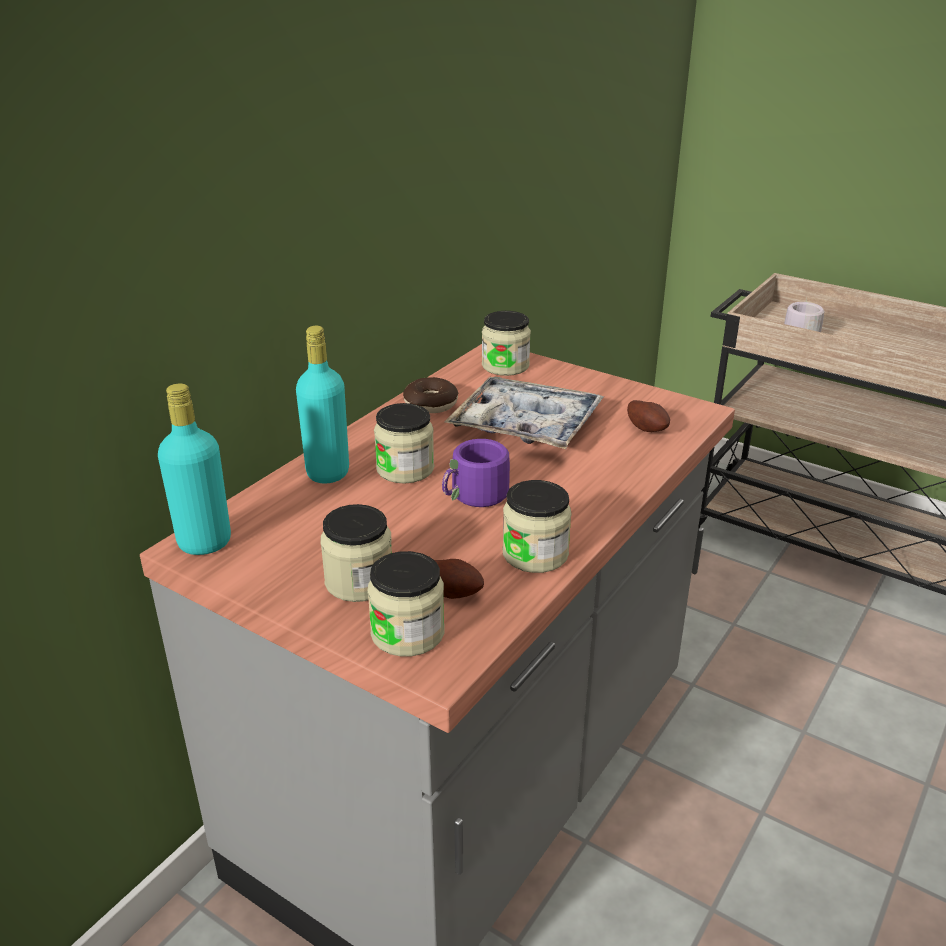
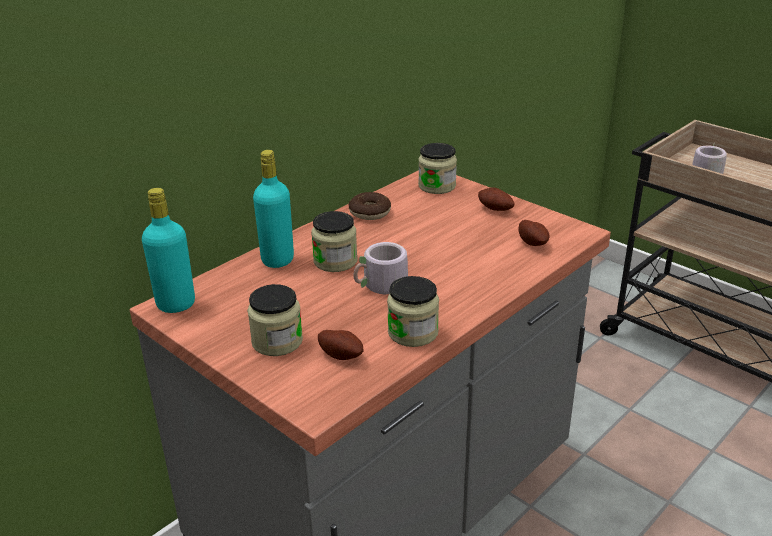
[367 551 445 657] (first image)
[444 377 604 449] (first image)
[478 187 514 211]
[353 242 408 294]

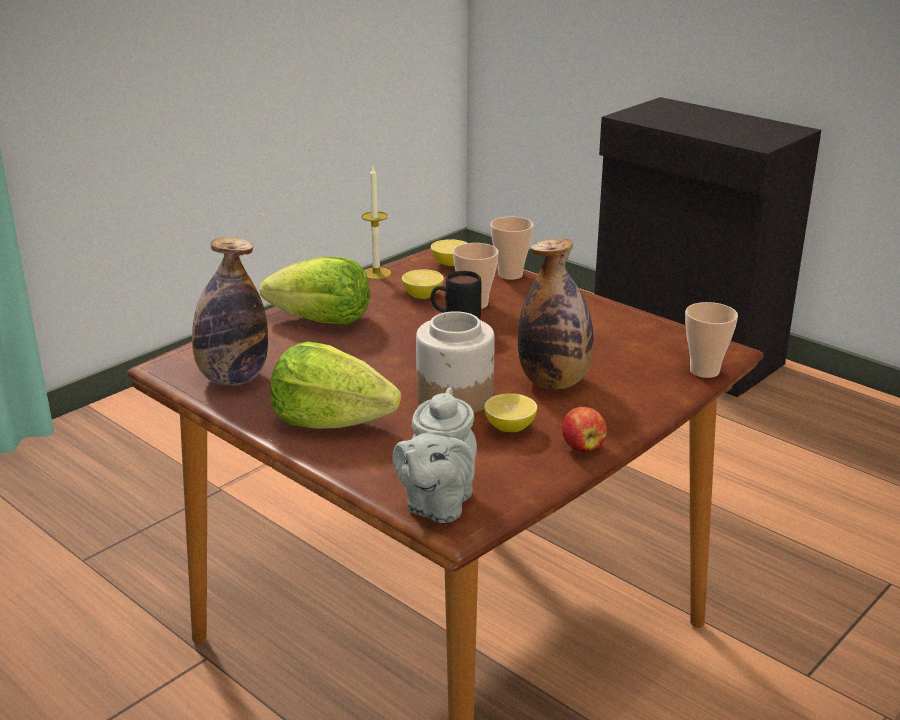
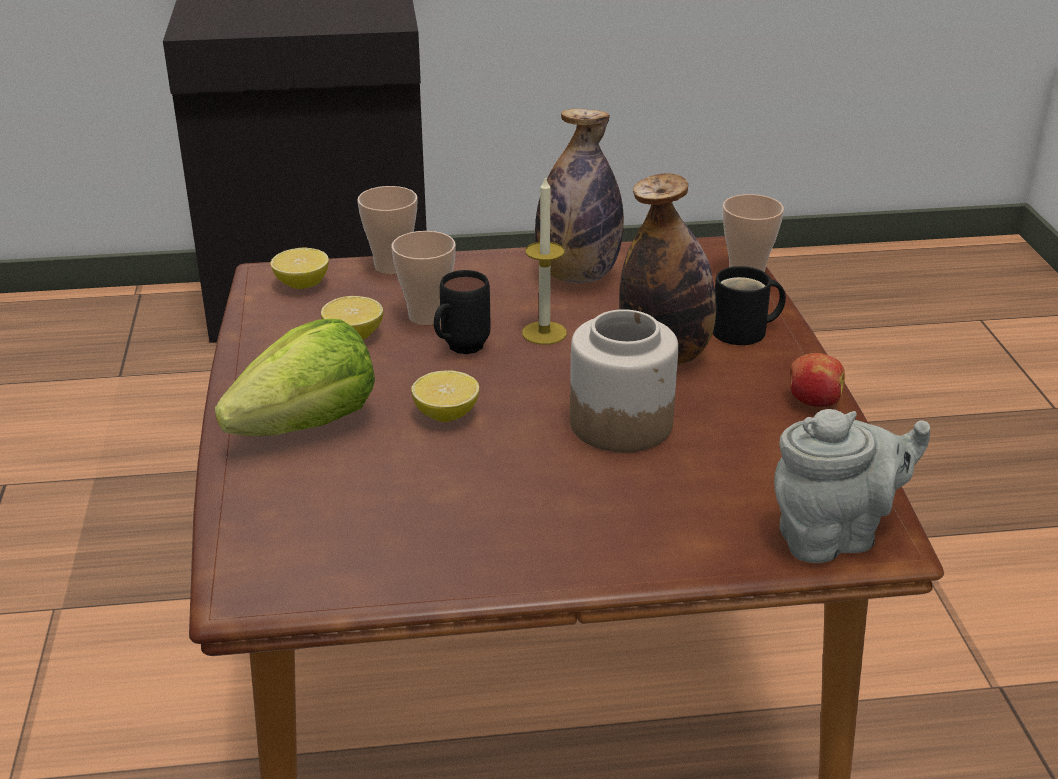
[270 342 401 429] (first image)
[713 266 786 345]
[535 109 624 283]
[522 175 567 345]
[411 370 479 422]
[774 409 930 563]

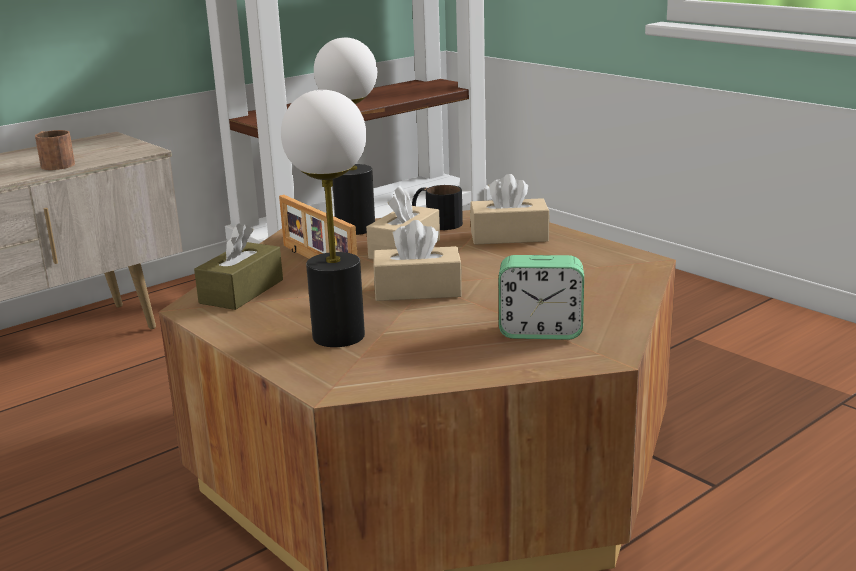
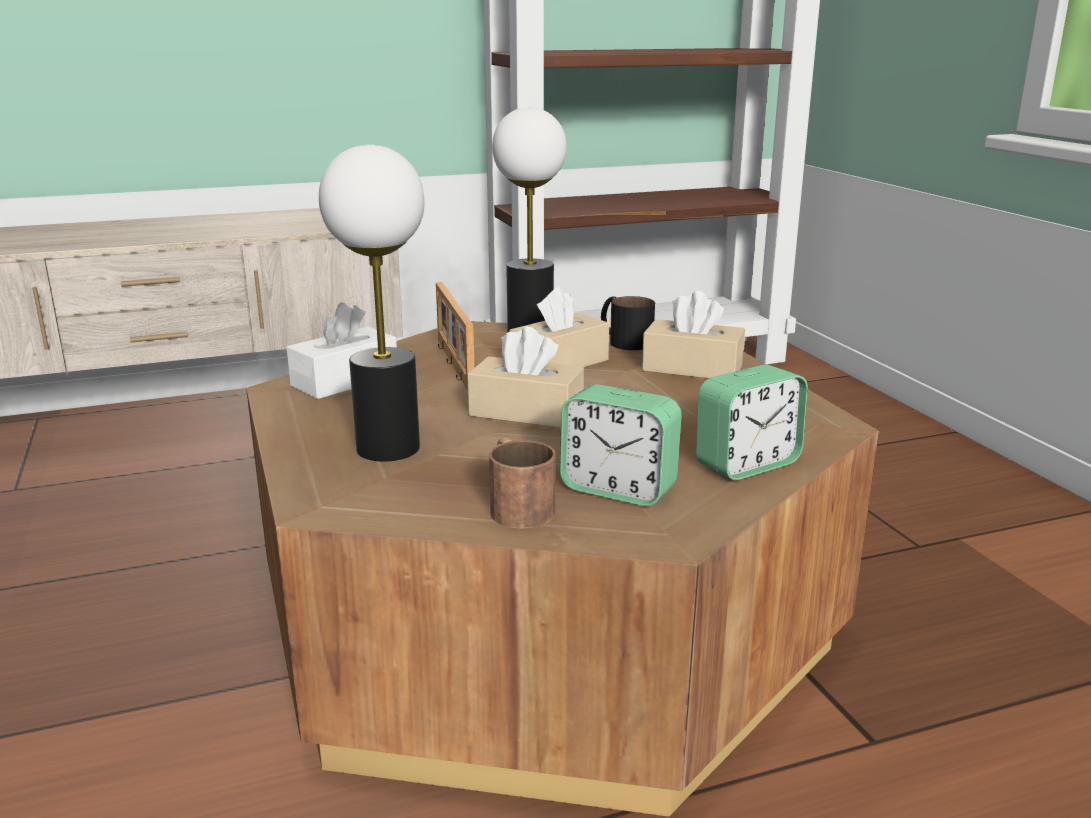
[696 364 808 480]
[489 438 556 529]
[287 302 397 399]

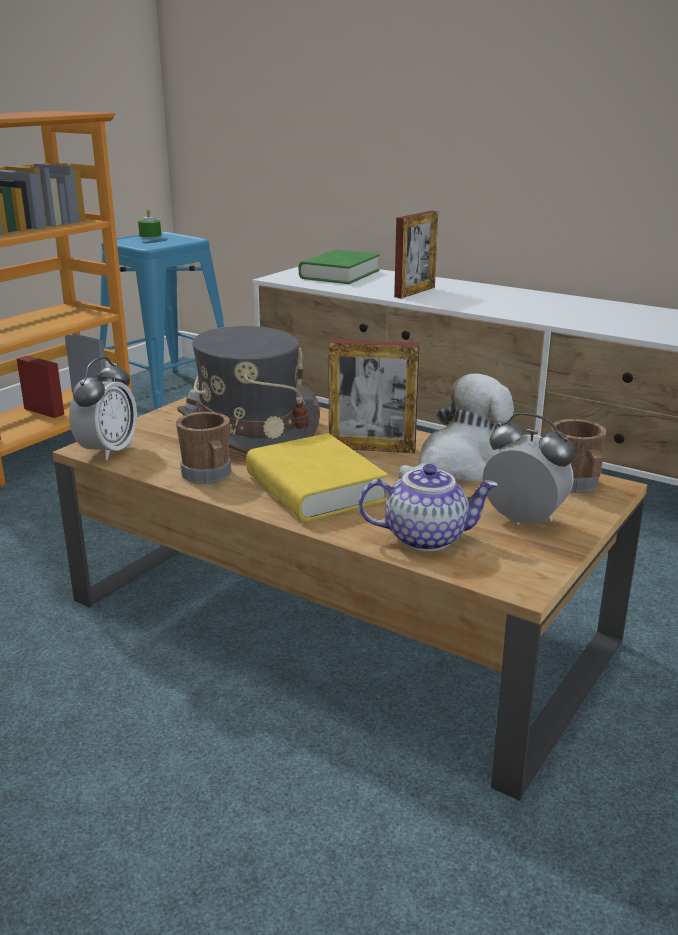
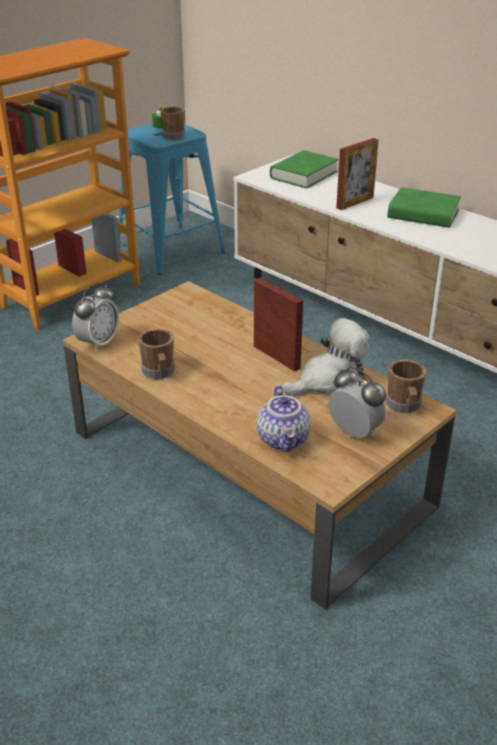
[177 326 320 454] (first image)
[246 433 388 522] (first image)
[161 107 185 140]
[387 187 461 228]
[254 278 303 372]
[257 385 311 452]

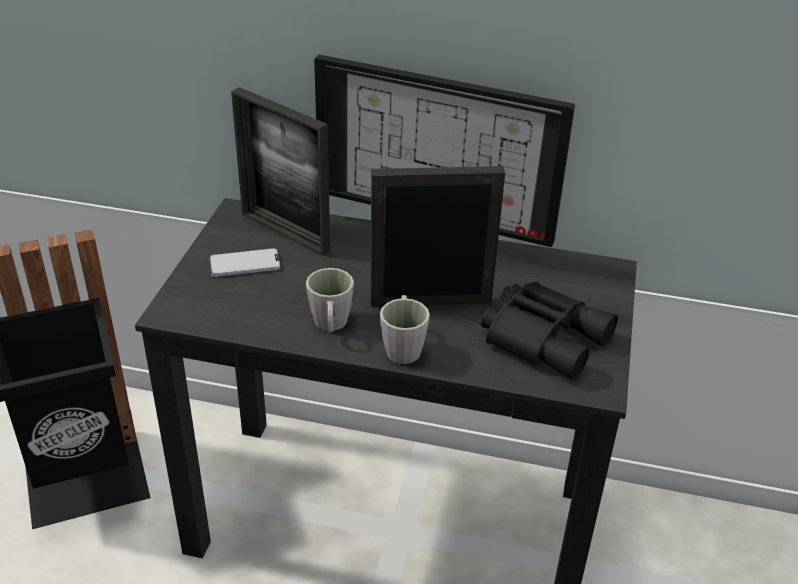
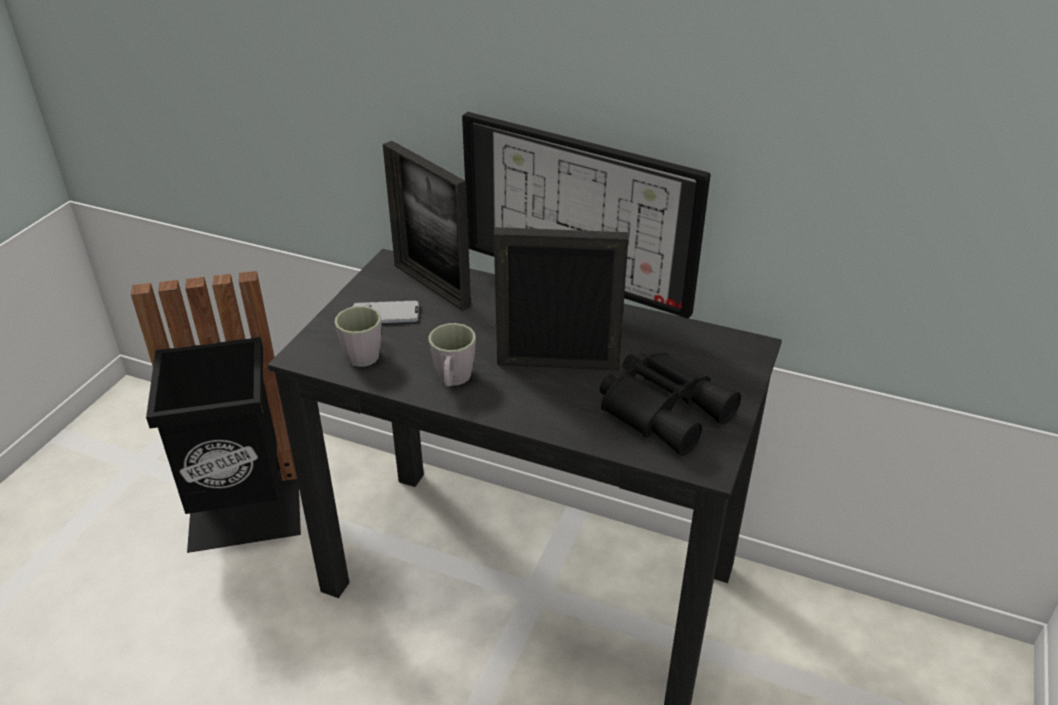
[334 304 382 367]

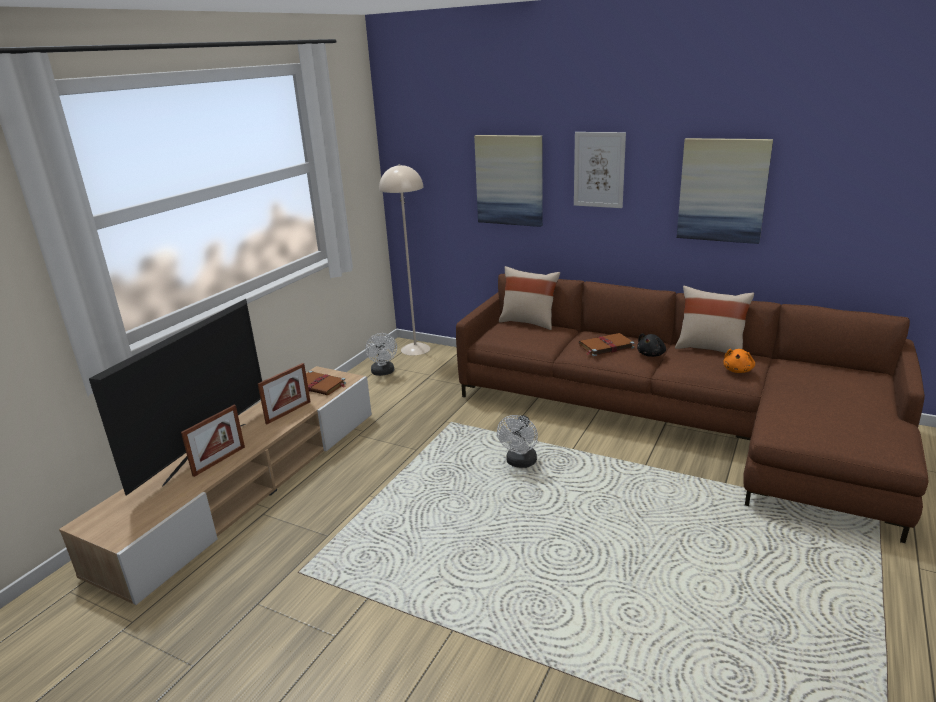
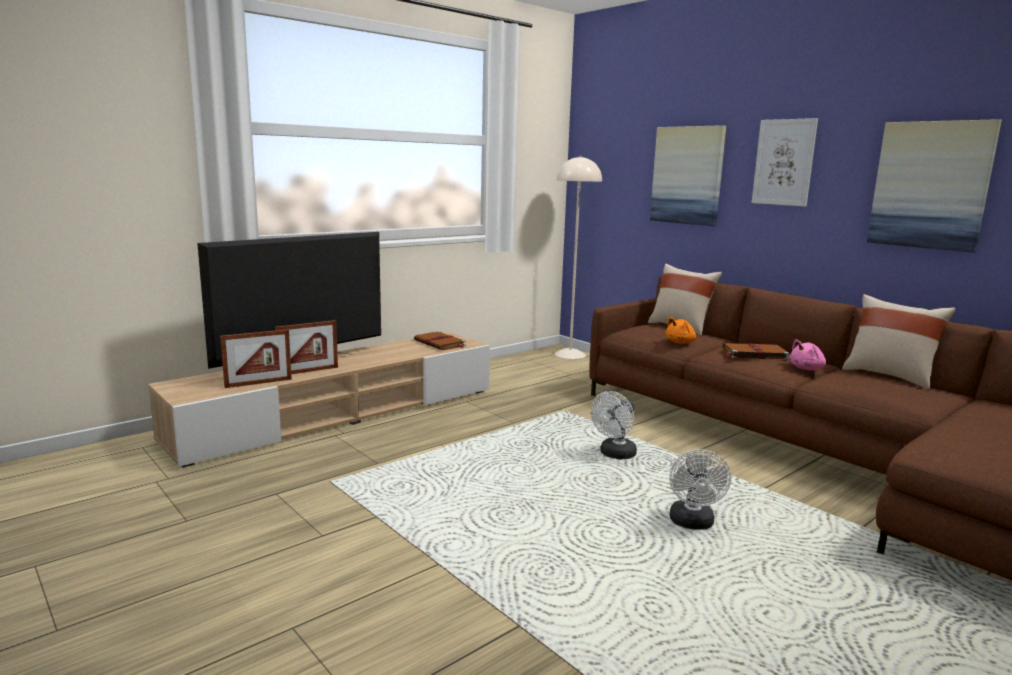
[220 329 292 388]
[669 449 731 530]
[665 317 696 344]
[789 339 826 370]

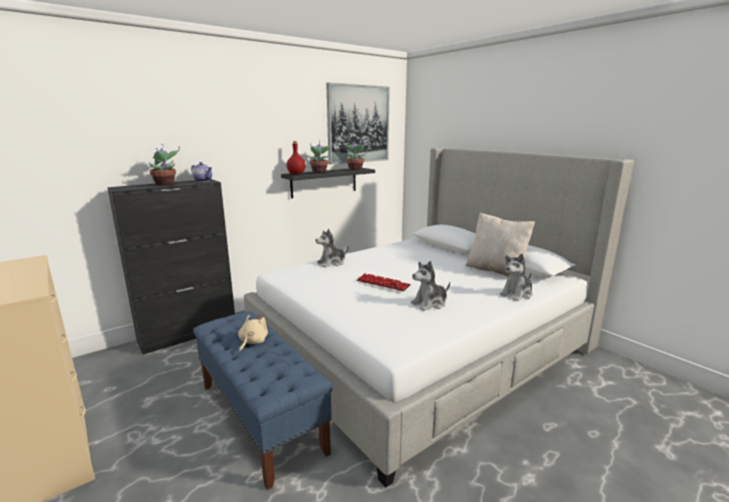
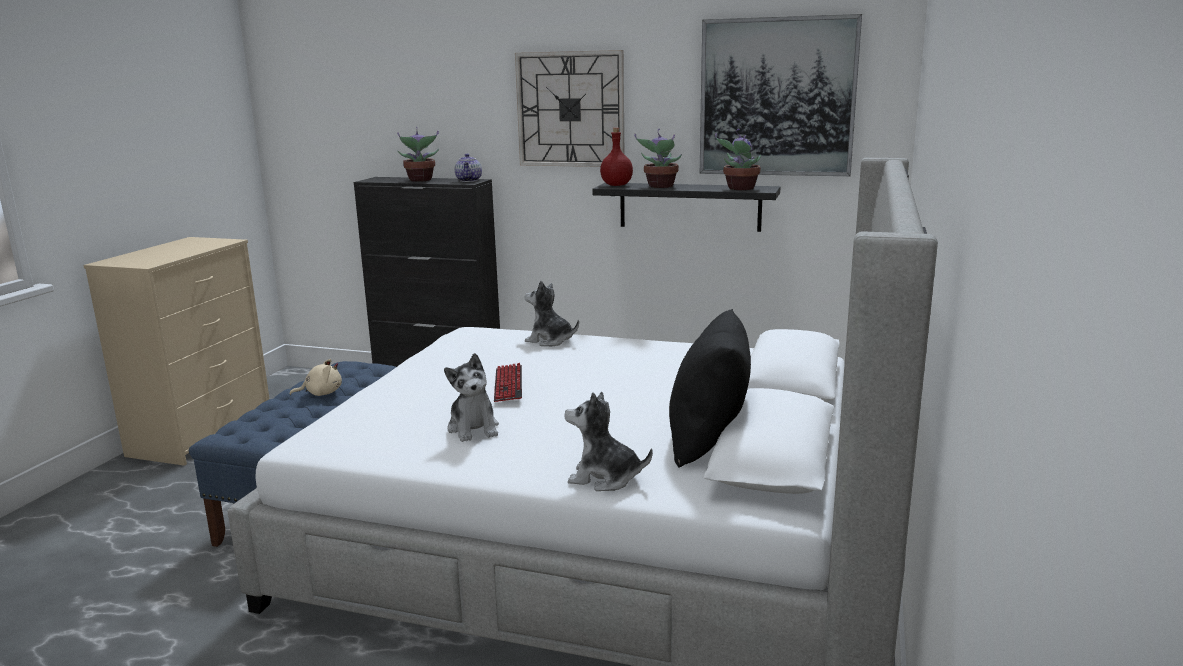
[515 50 624 167]
[669 309 751 467]
[444 353 499 442]

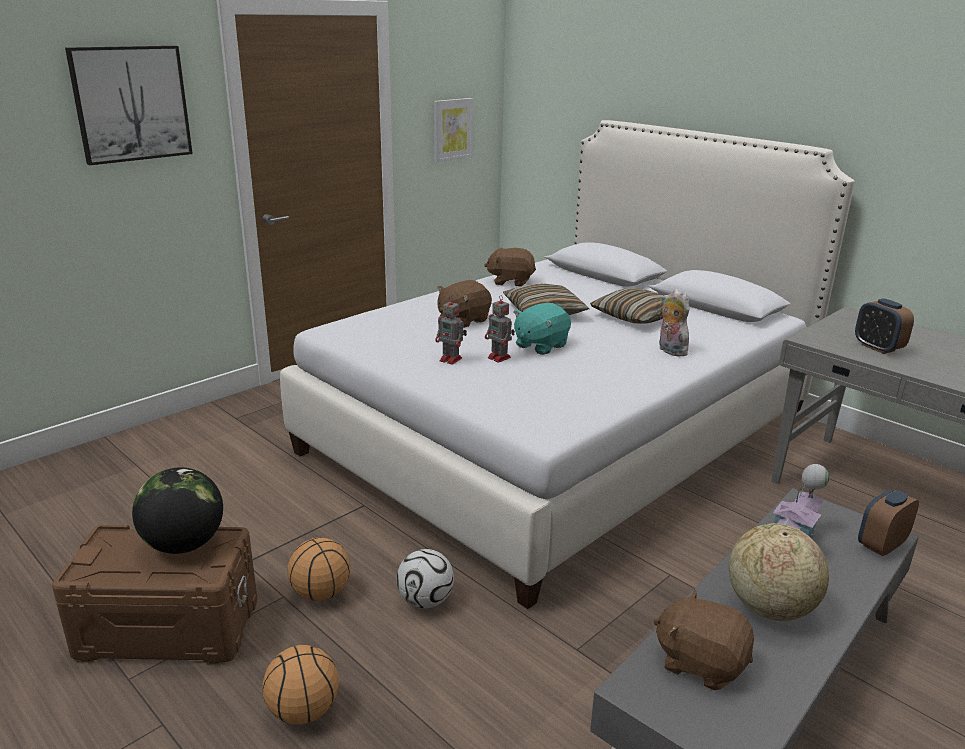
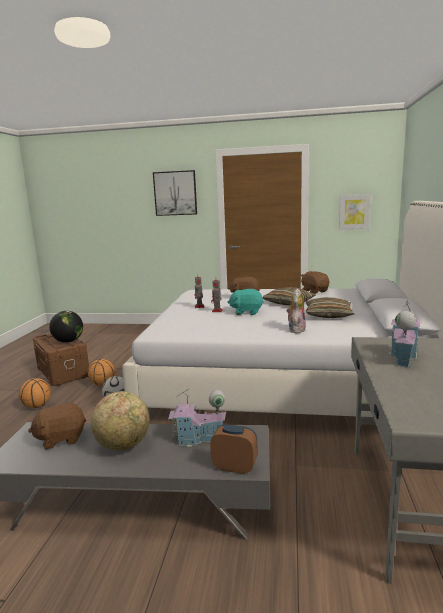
[389 301 420 368]
[28 402 86 450]

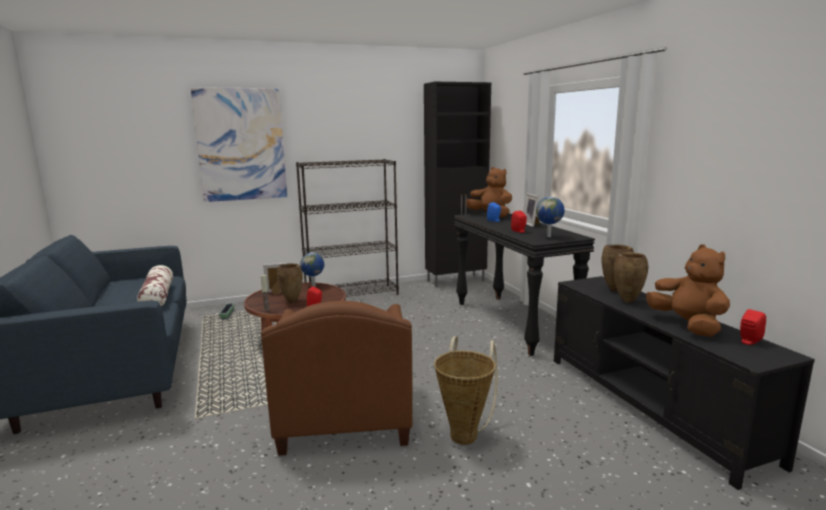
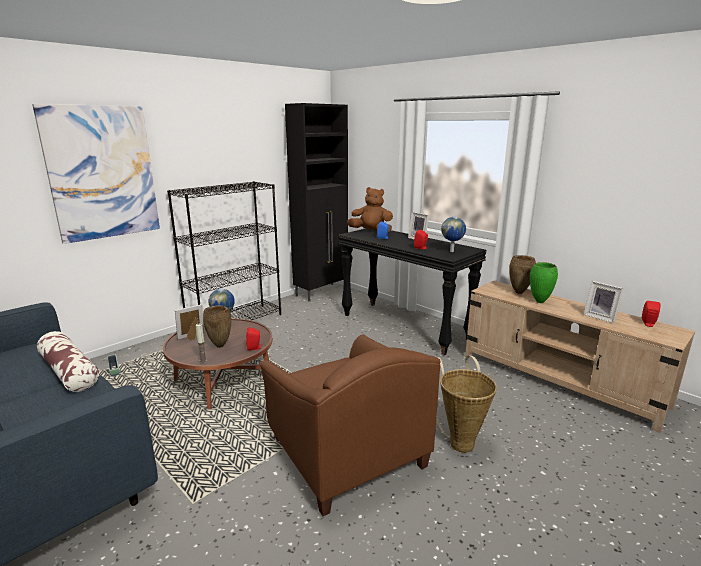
[583 281 623 323]
[465 281 695 433]
[530 262 558 303]

